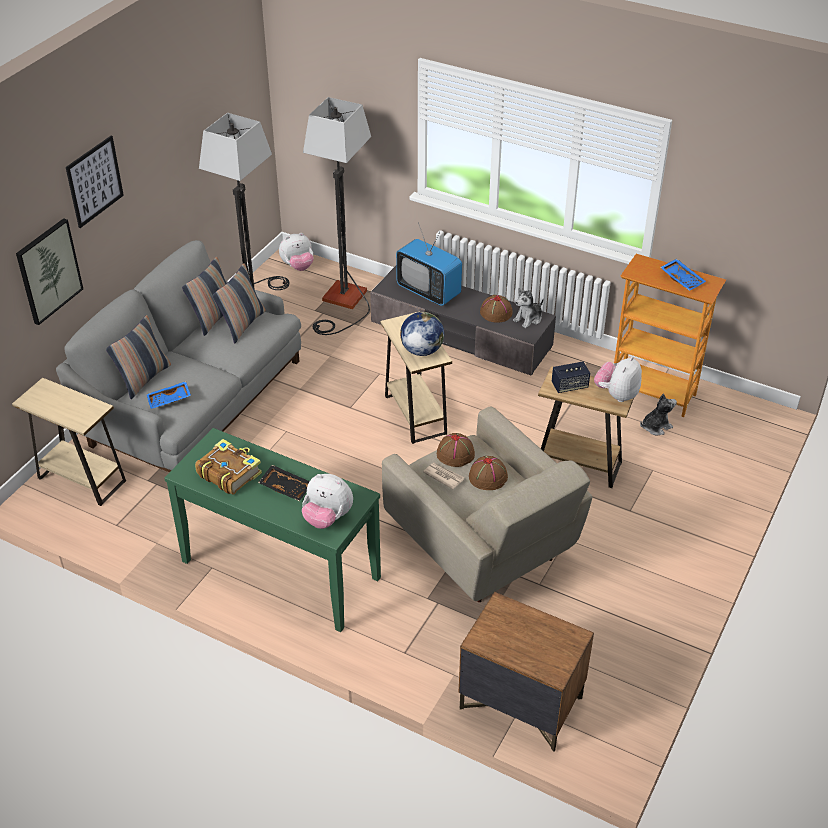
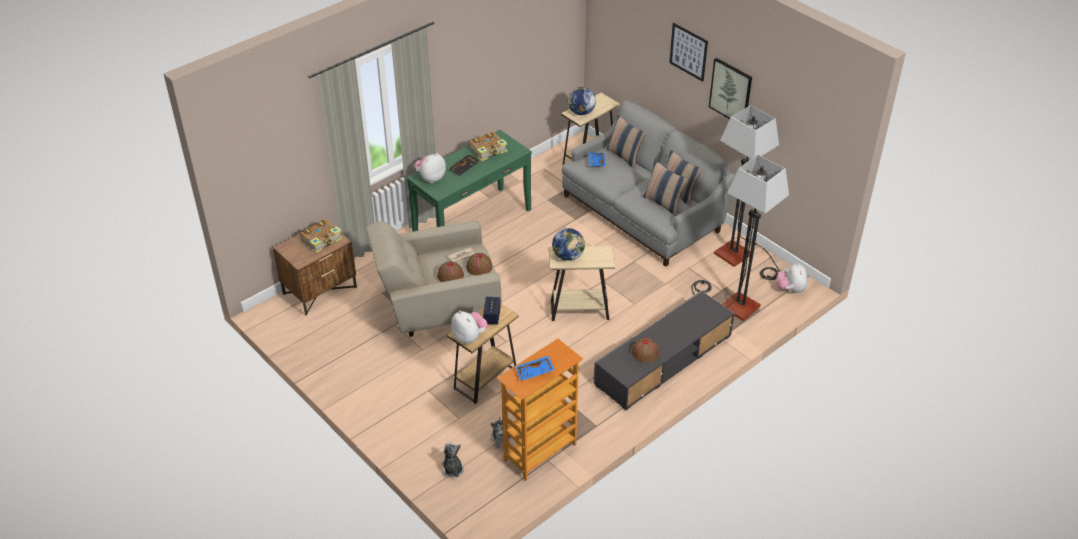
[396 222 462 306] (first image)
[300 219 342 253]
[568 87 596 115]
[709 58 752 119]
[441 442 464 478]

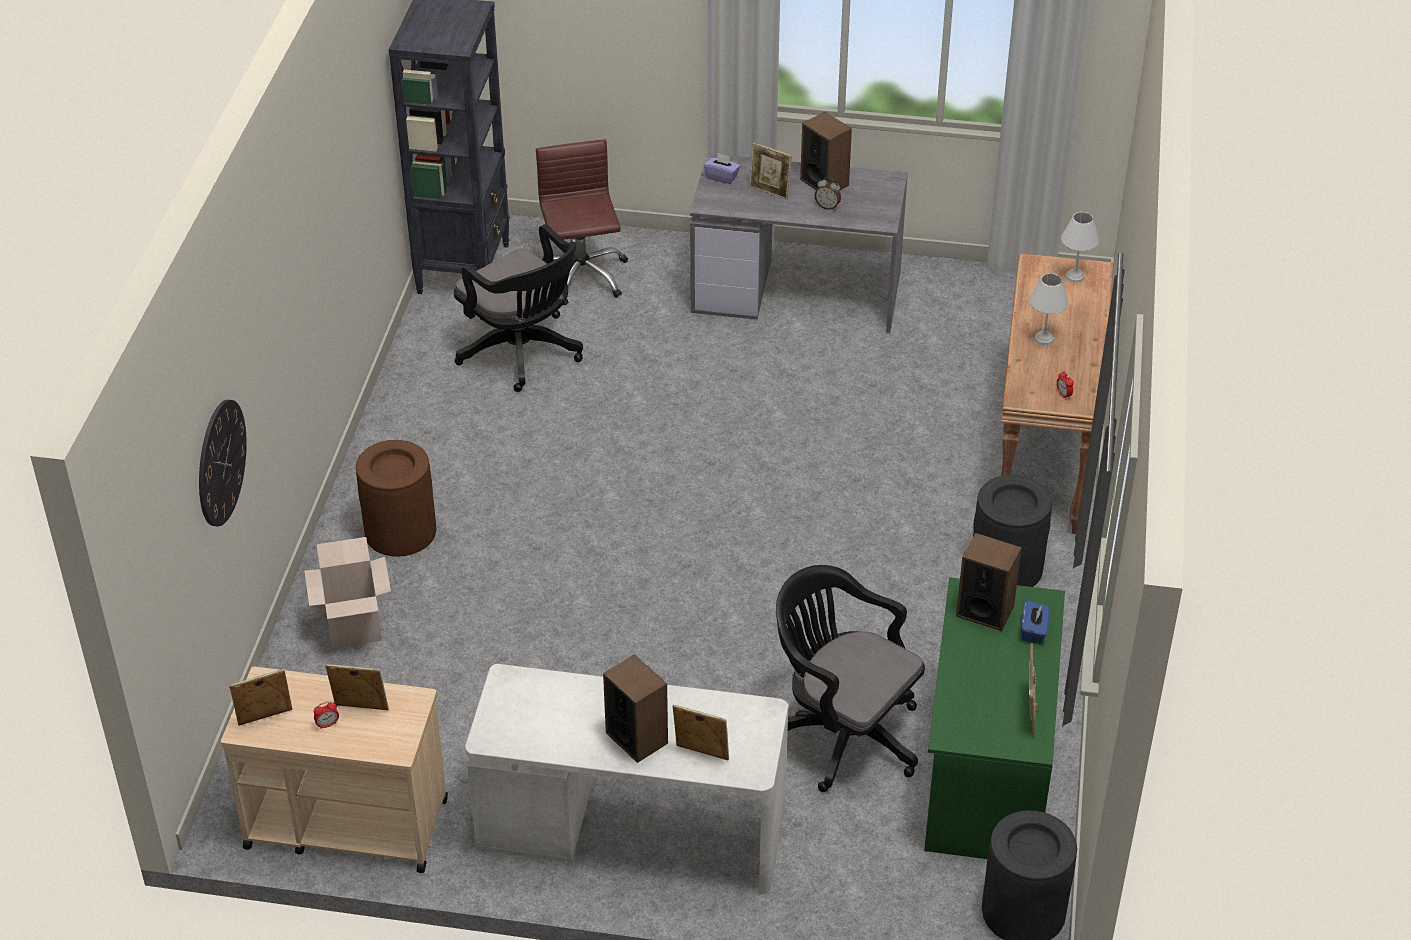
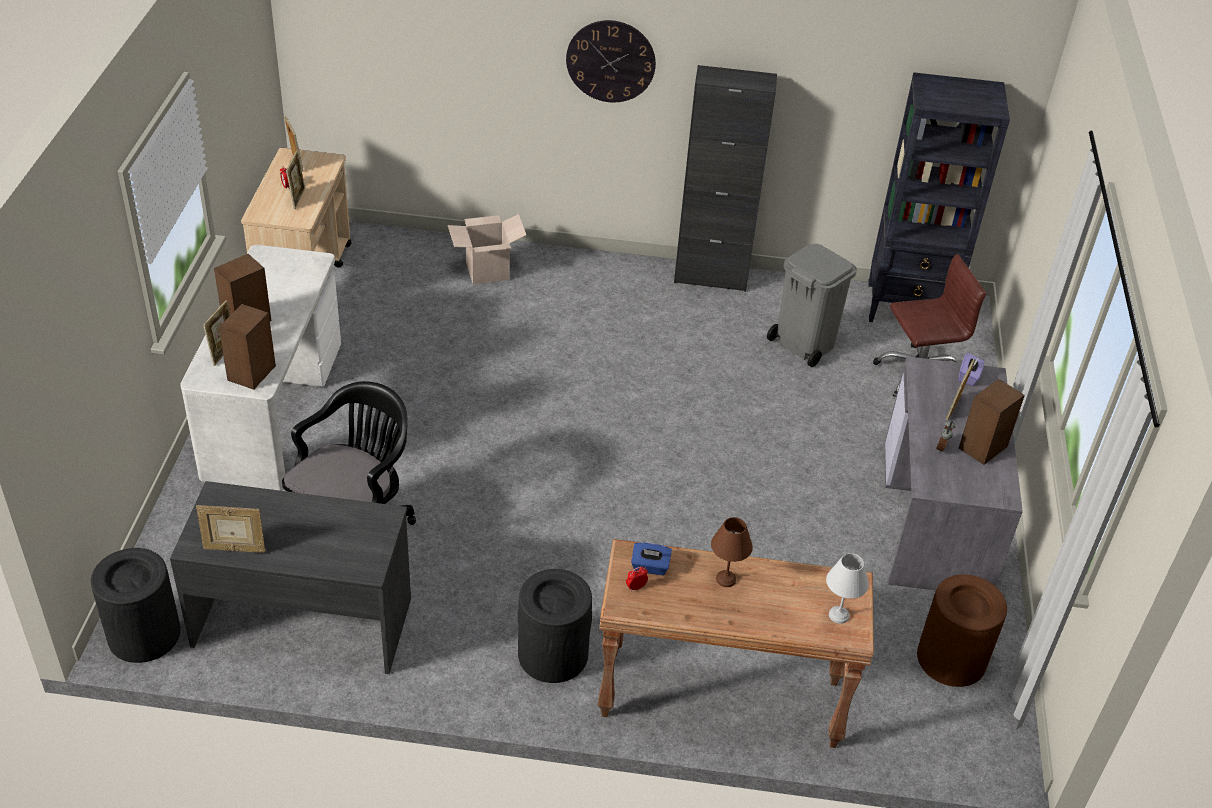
[674 65 777 292]
[566 20 656 102]
[917 574 1007 687]
[219 304 276 390]
[631 542 672 575]
[767 244 857 367]
[170 481 411 674]
[711 517 753 587]

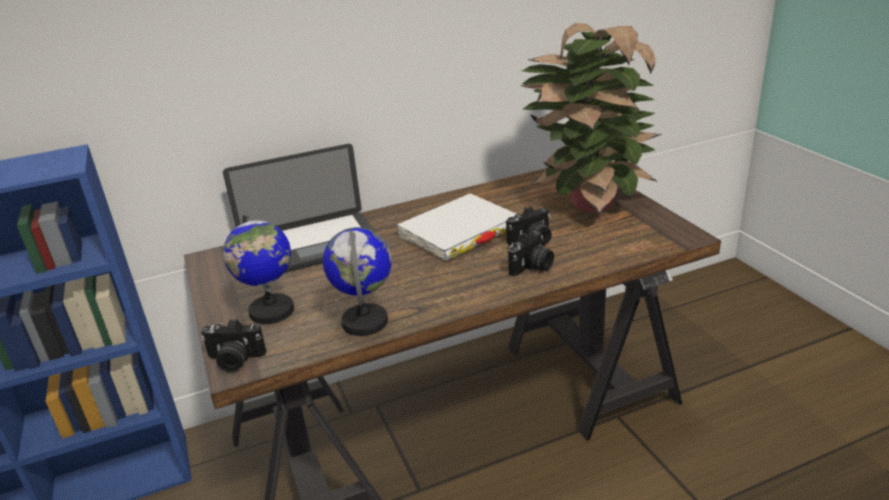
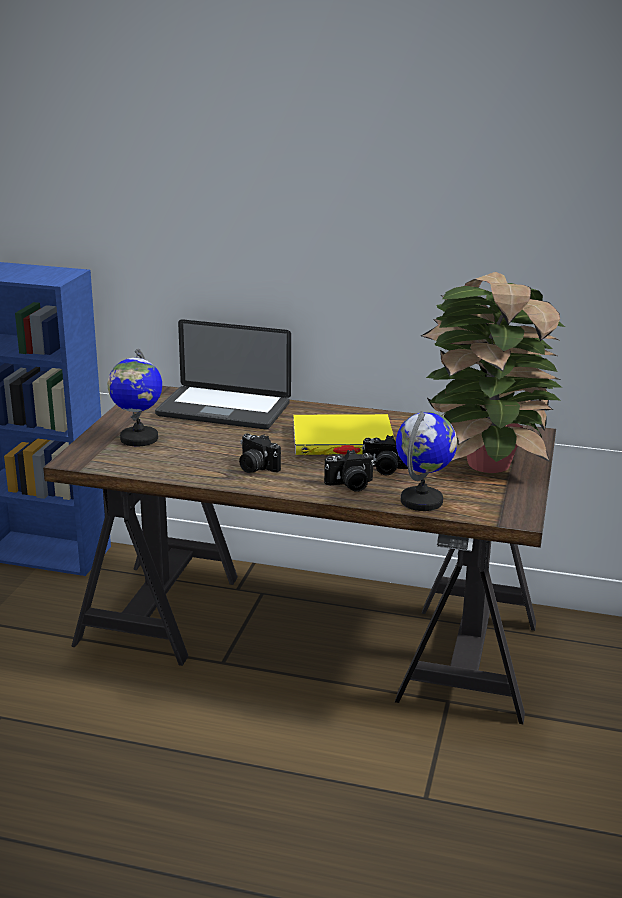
[239 433 281 473]
[396 411 457 511]
[293 414 395 455]

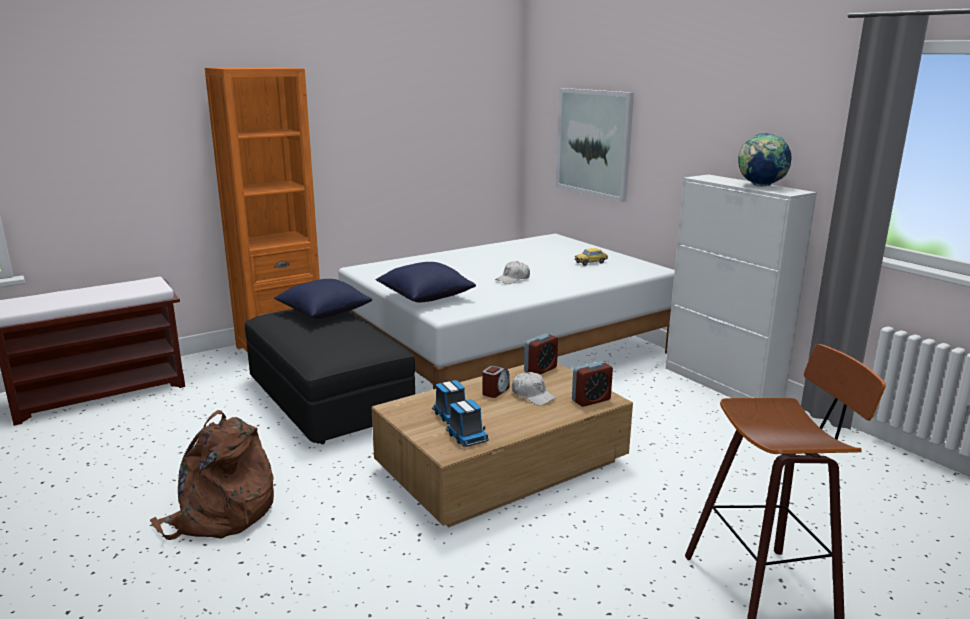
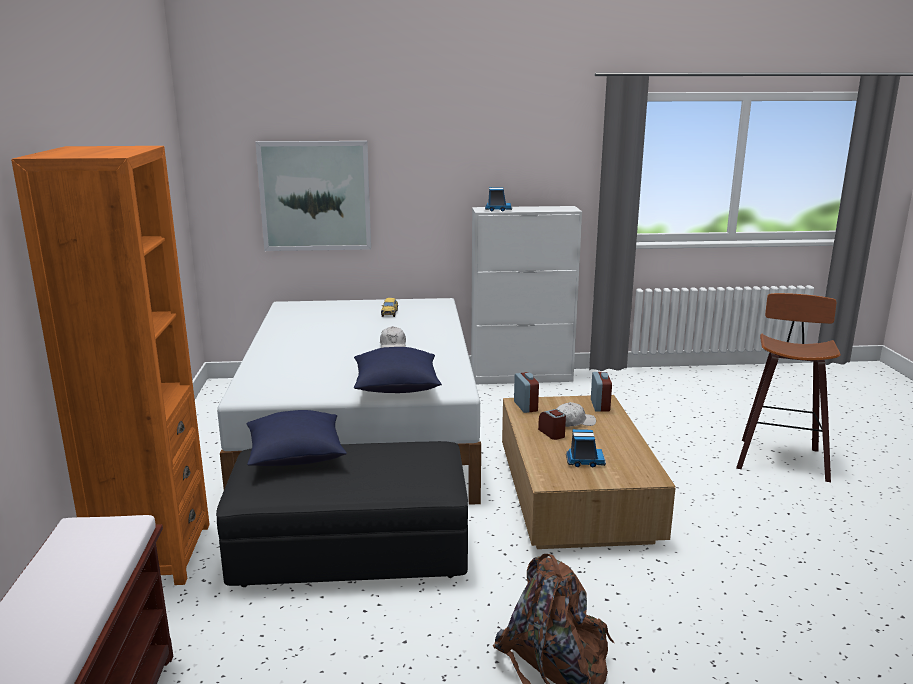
[738 133 792 187] (first image)
[485 187 512 212]

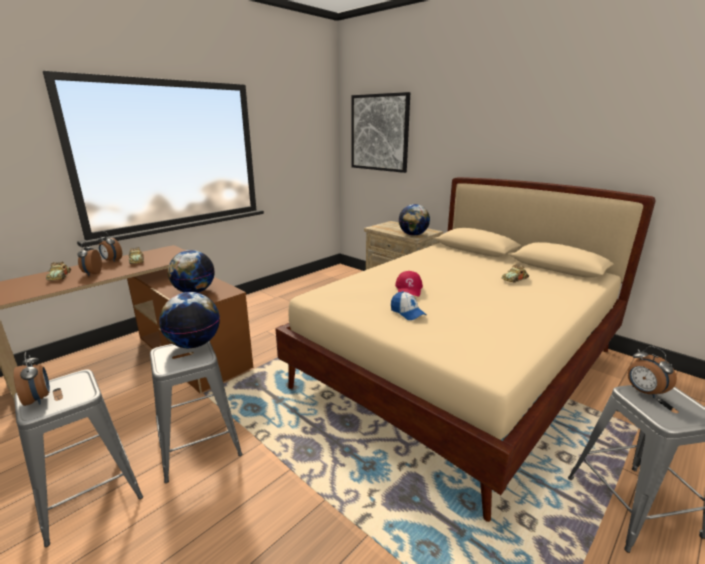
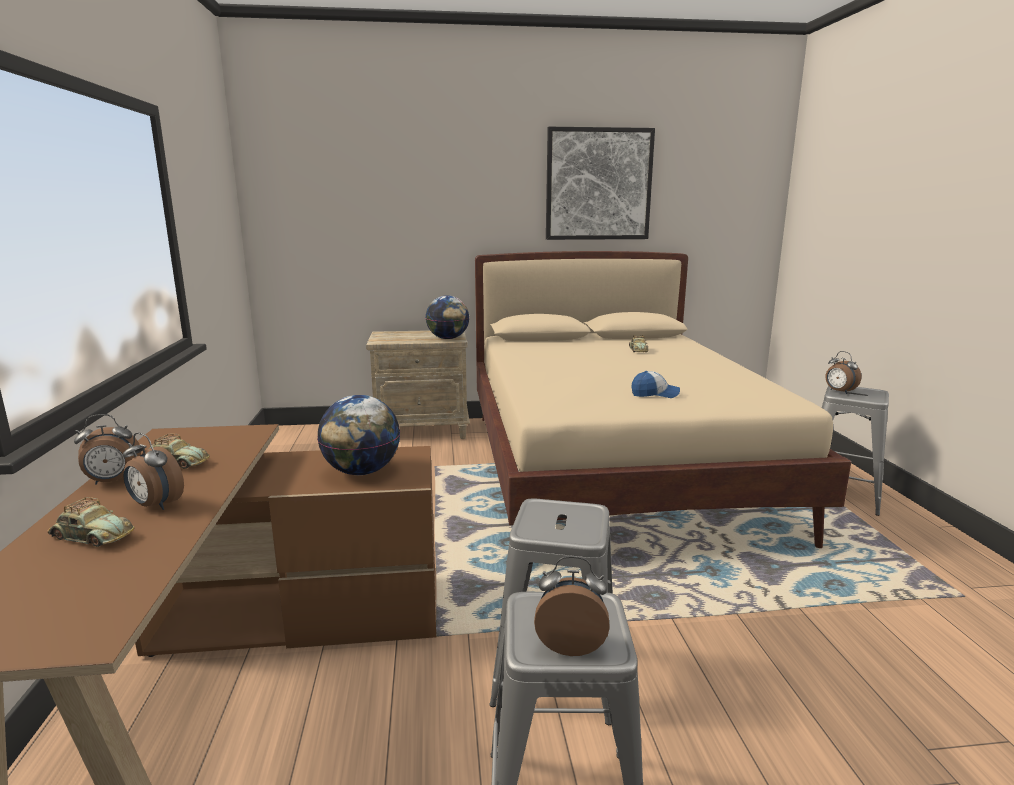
[159 292 220 348] (first image)
[395 271 423 296] (first image)
[546 127 655 240]
[826 351 861 394]

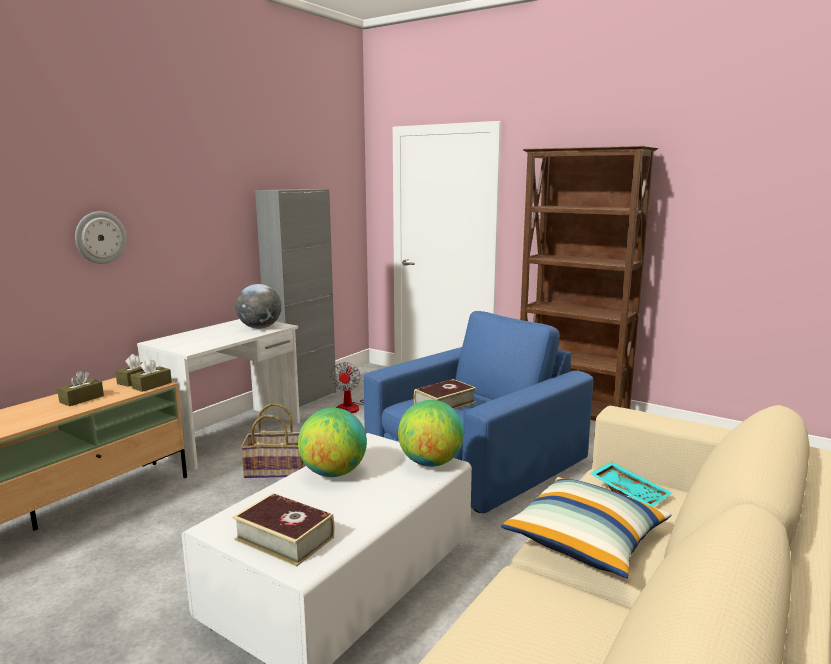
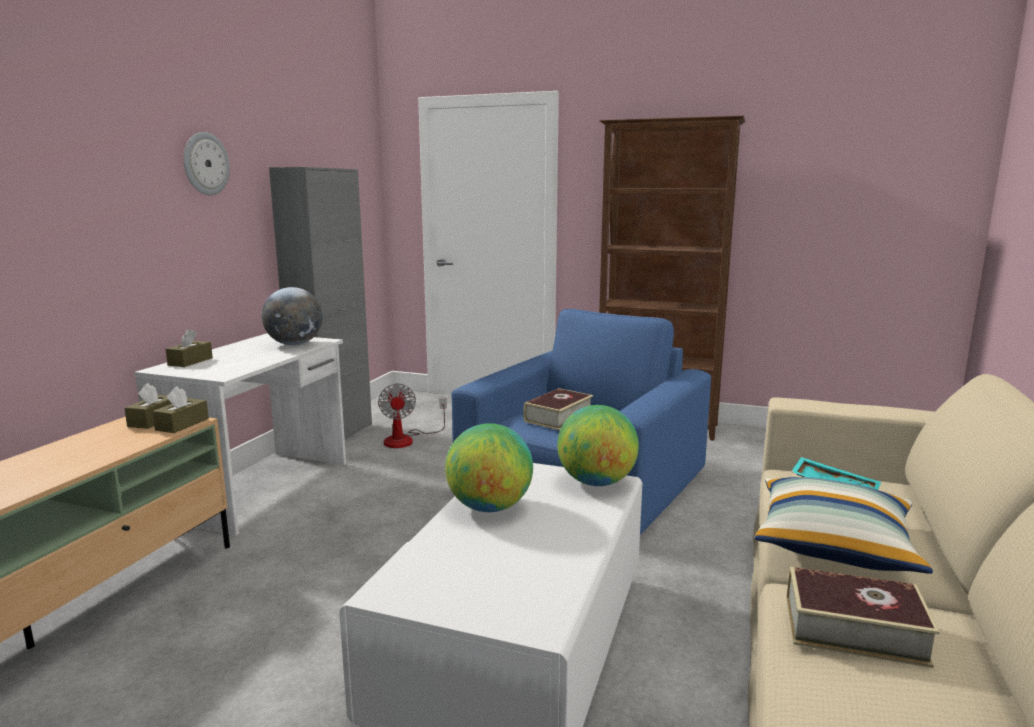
[240 403 305 478] (first image)
[165 329 213 367]
[183 132 230 195]
[786 567 940 668]

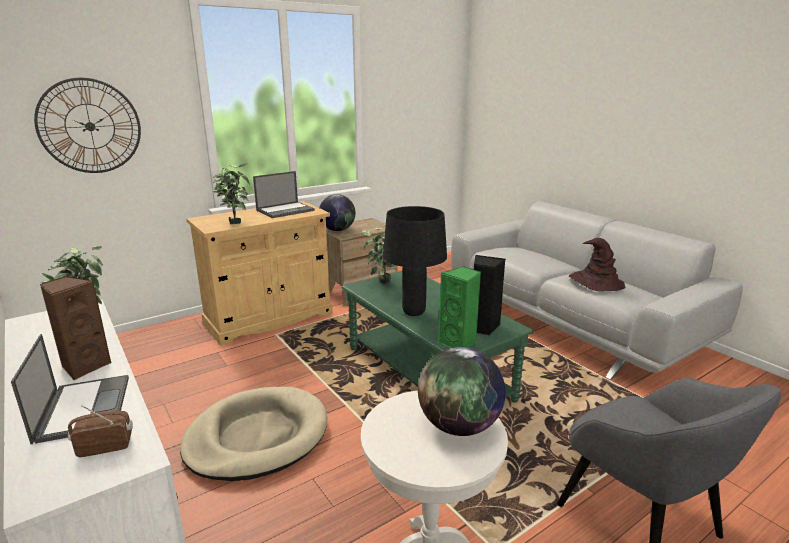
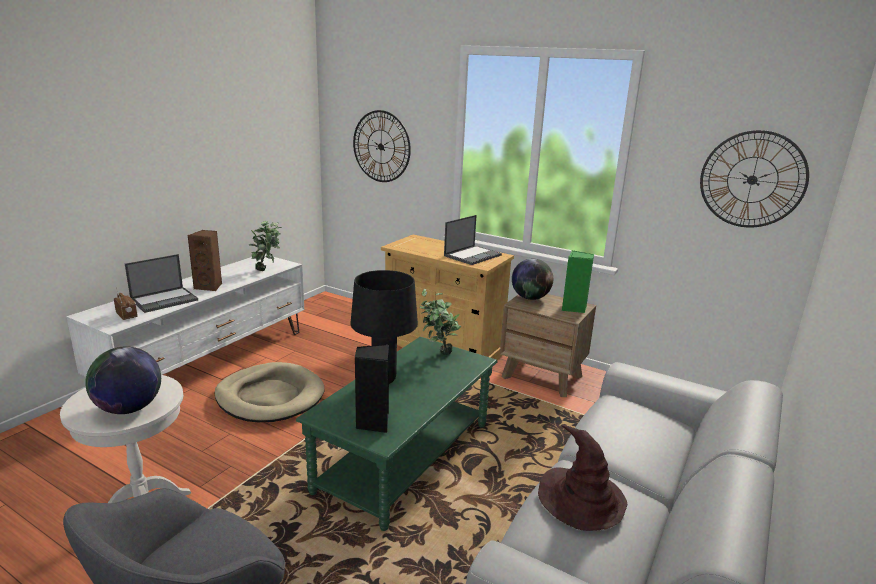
[212 163 250 224] (first image)
[700 130 809 228]
[562 250 594 313]
[444 215 502 265]

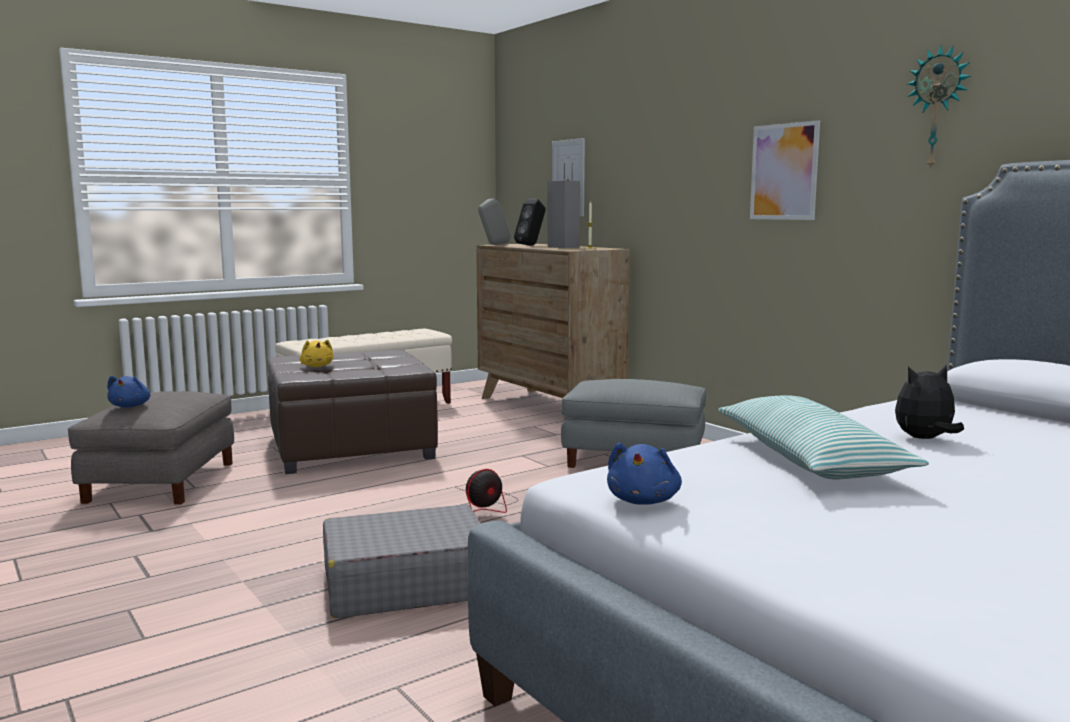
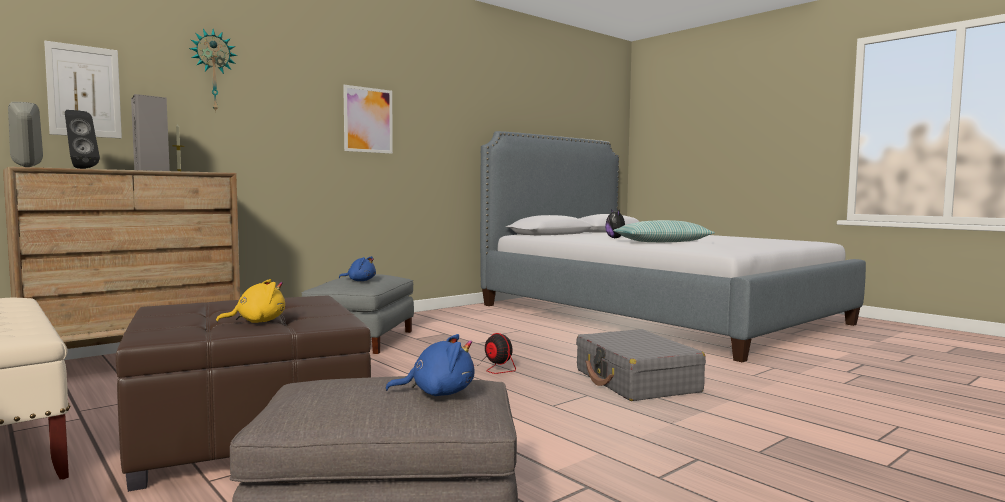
[339 256 376 281]
[189 29 237 113]

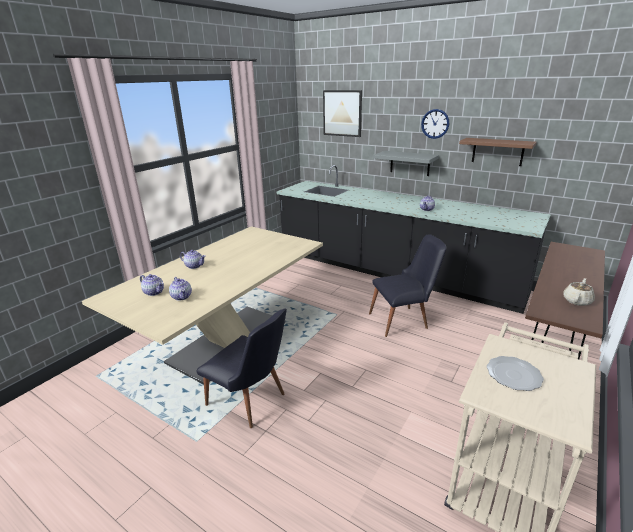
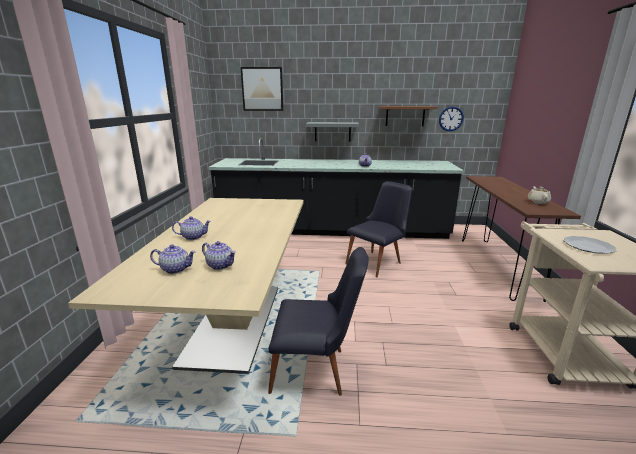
[439 106 464 131]

